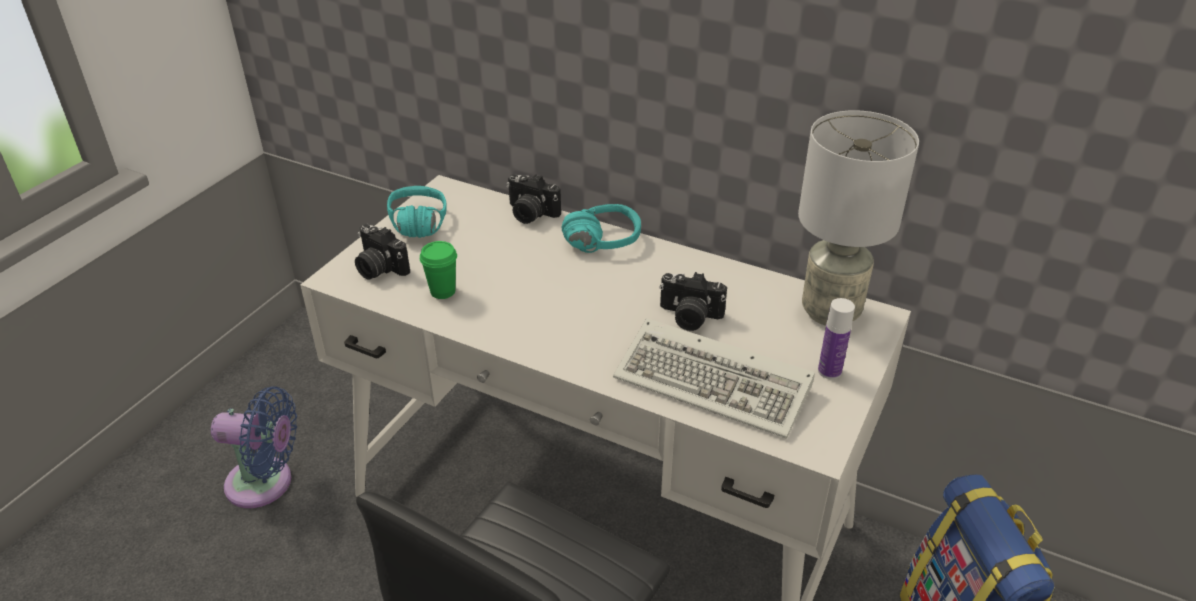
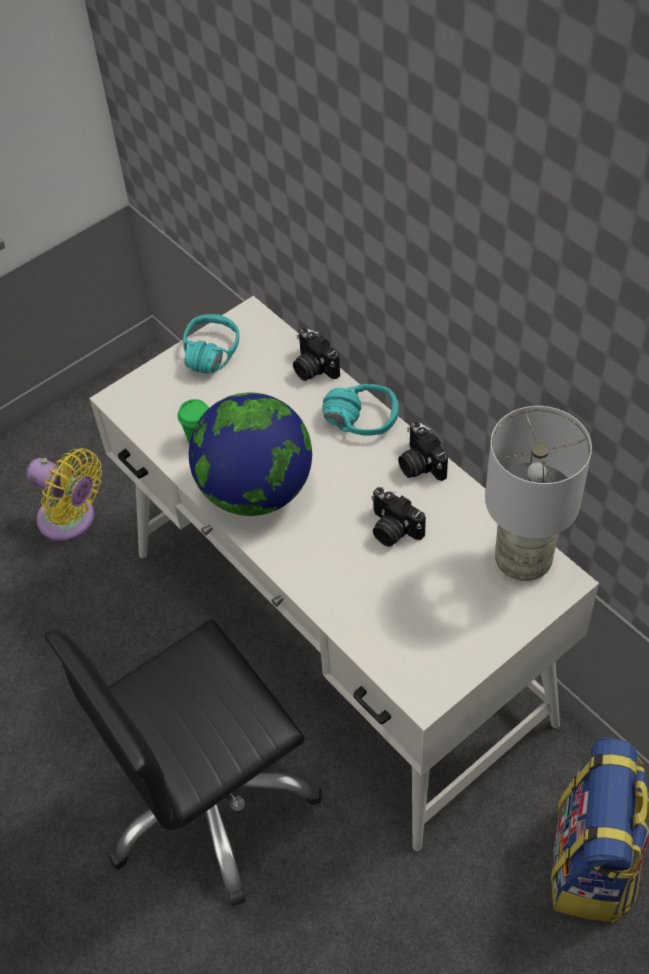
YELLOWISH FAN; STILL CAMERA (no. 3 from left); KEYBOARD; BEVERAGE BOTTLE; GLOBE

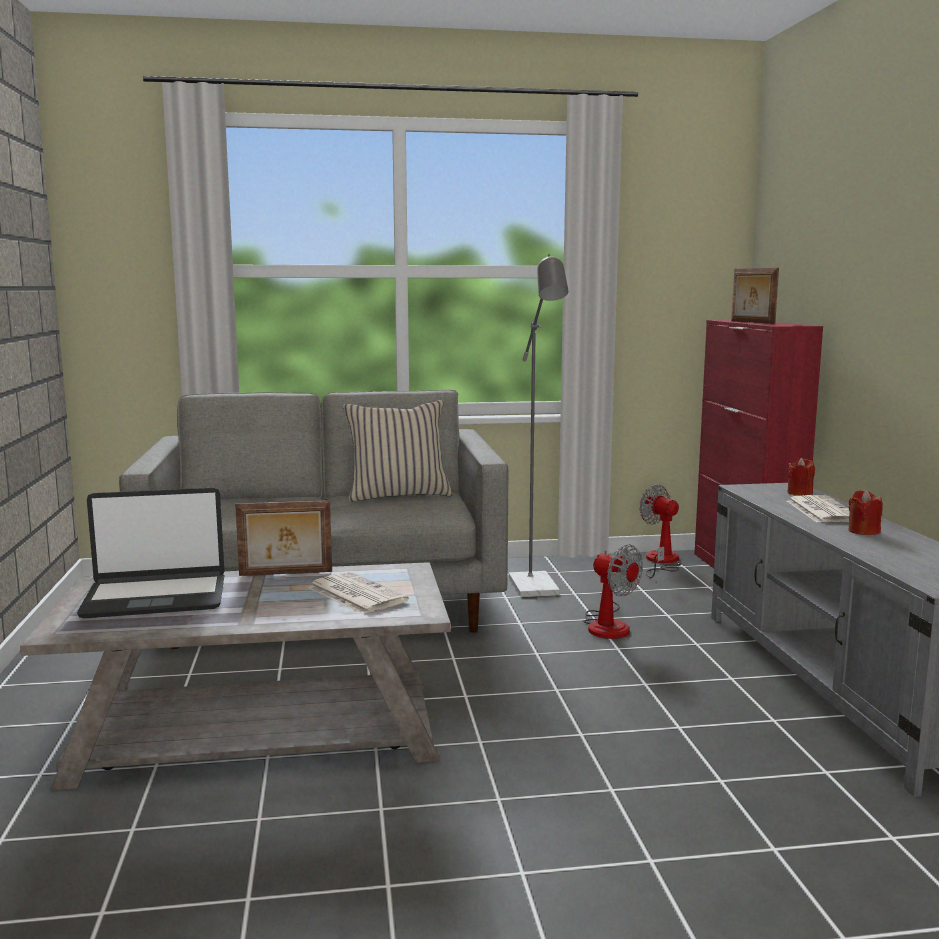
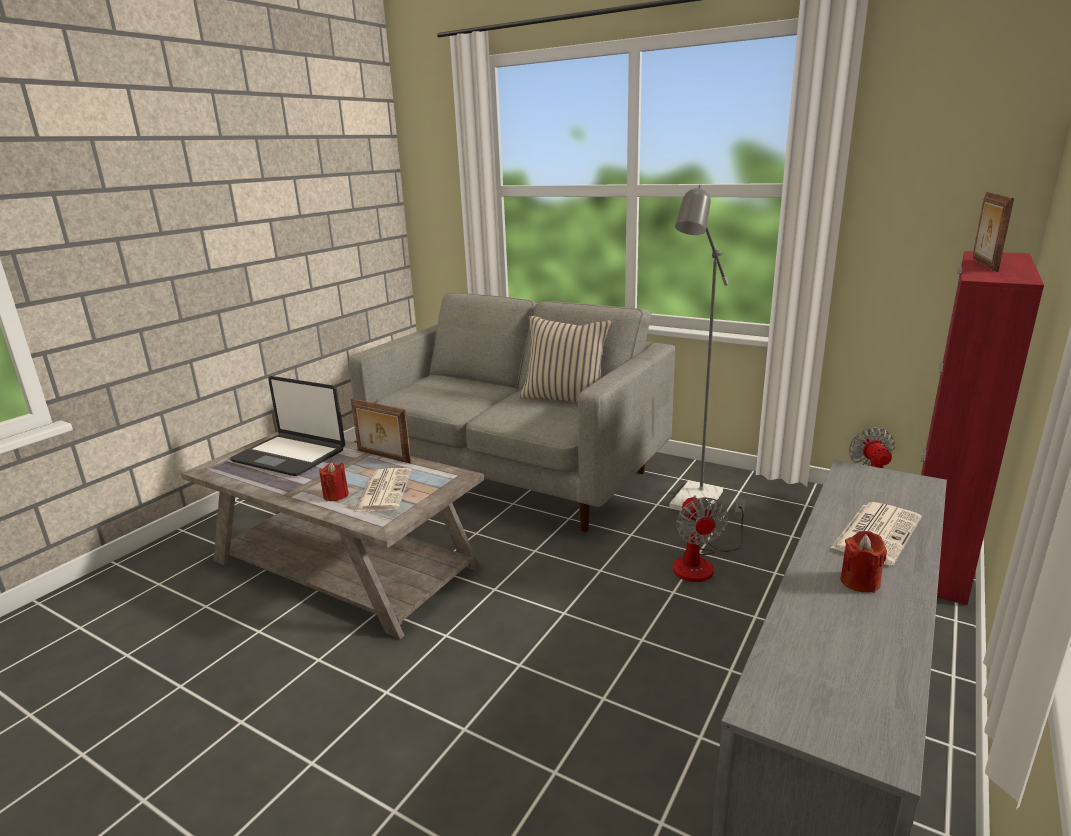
REDDISH WAX CANDLE (no. 1 from left)

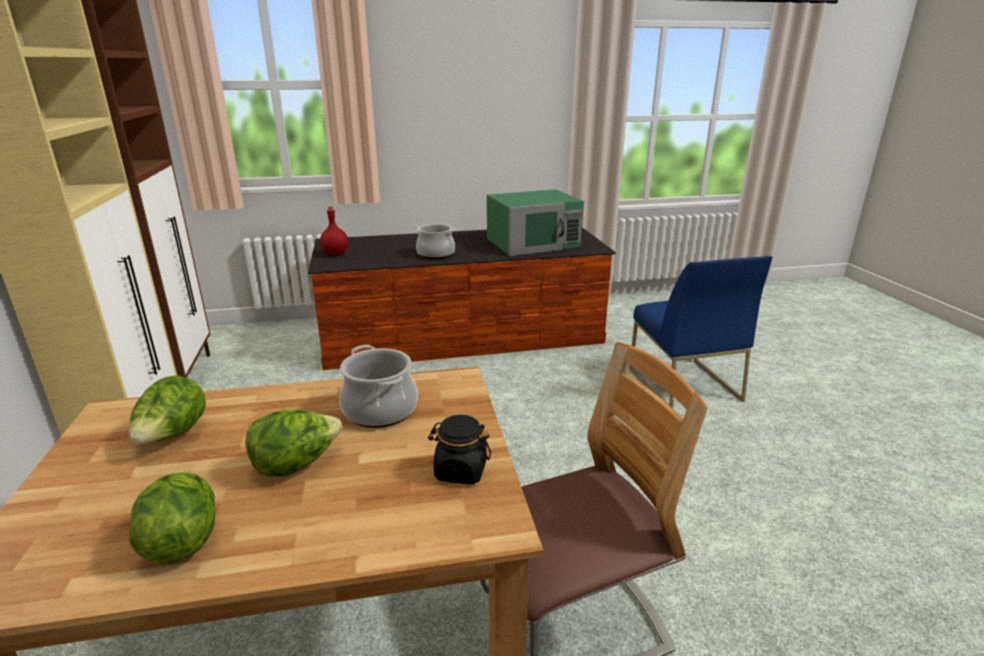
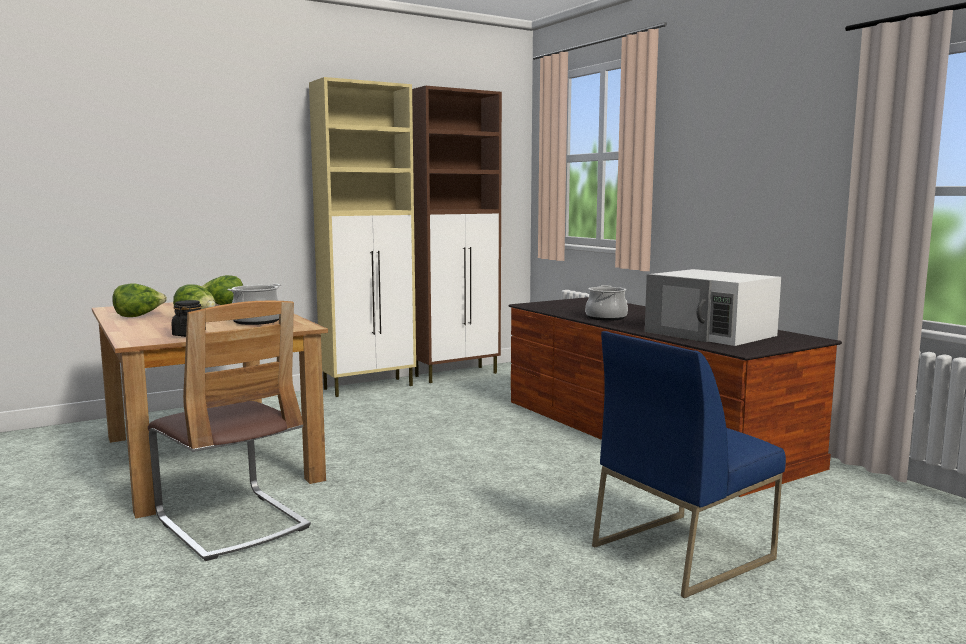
REDDISH BEVERAGE BOTTLE; WHITISH MICROWAVE OVEN

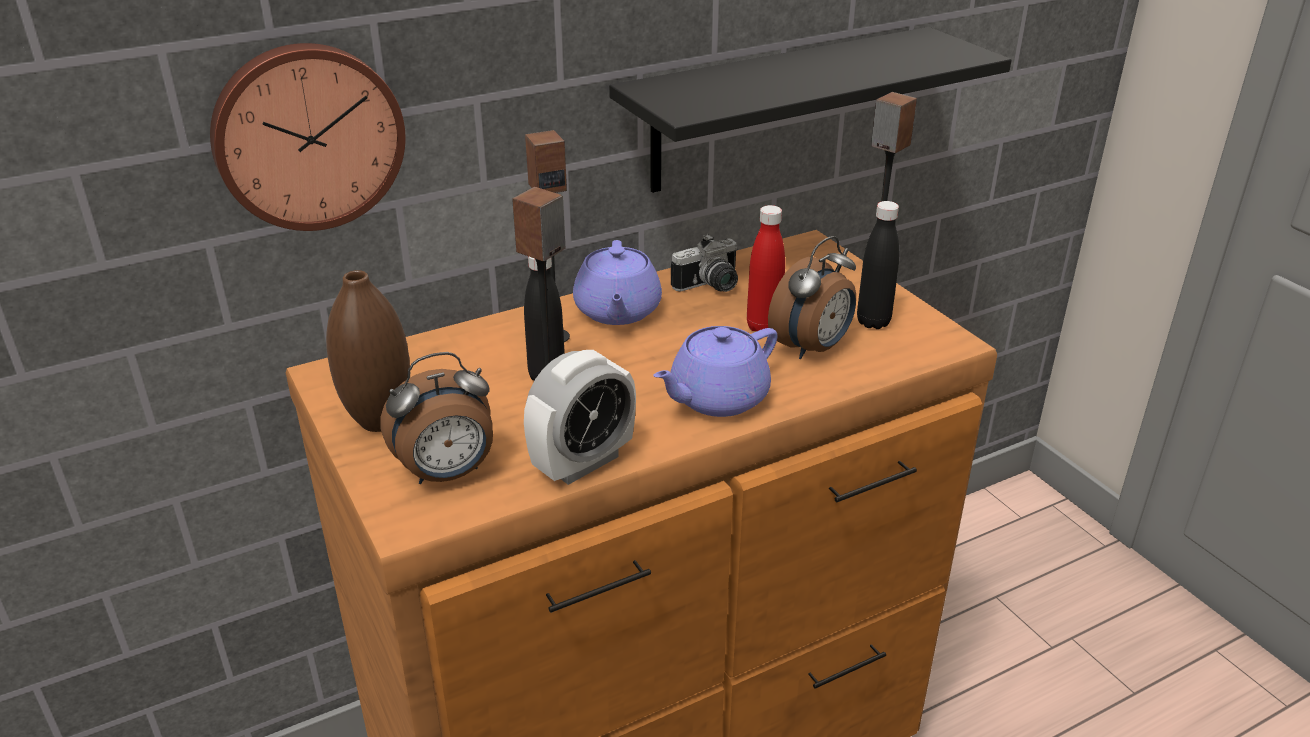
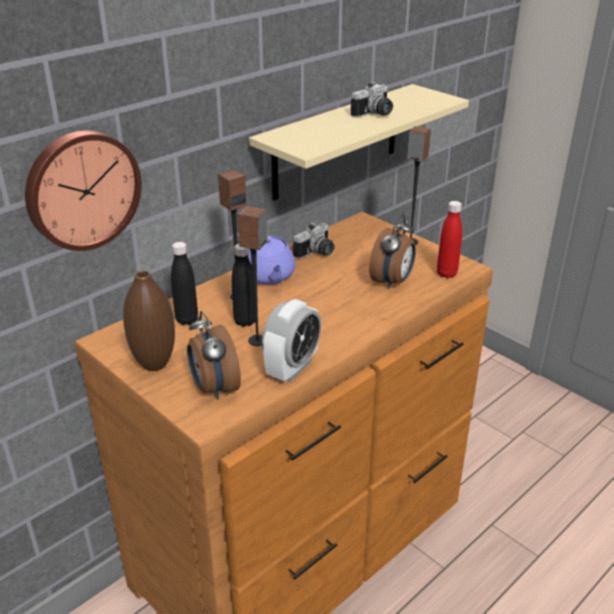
TABLE CLOCK (no. 1 from left); SAND-COLOURED BRACKET SHELF; PURPLE-COLOURED TEAPOT (no. 2 from left in the first image); REDDISH BEVERAGE BOTTLE; BLACK-COLOURED BEVERAGE BOTTLE (no. 1 from left); STILL CAMERA (no. 2 from left)

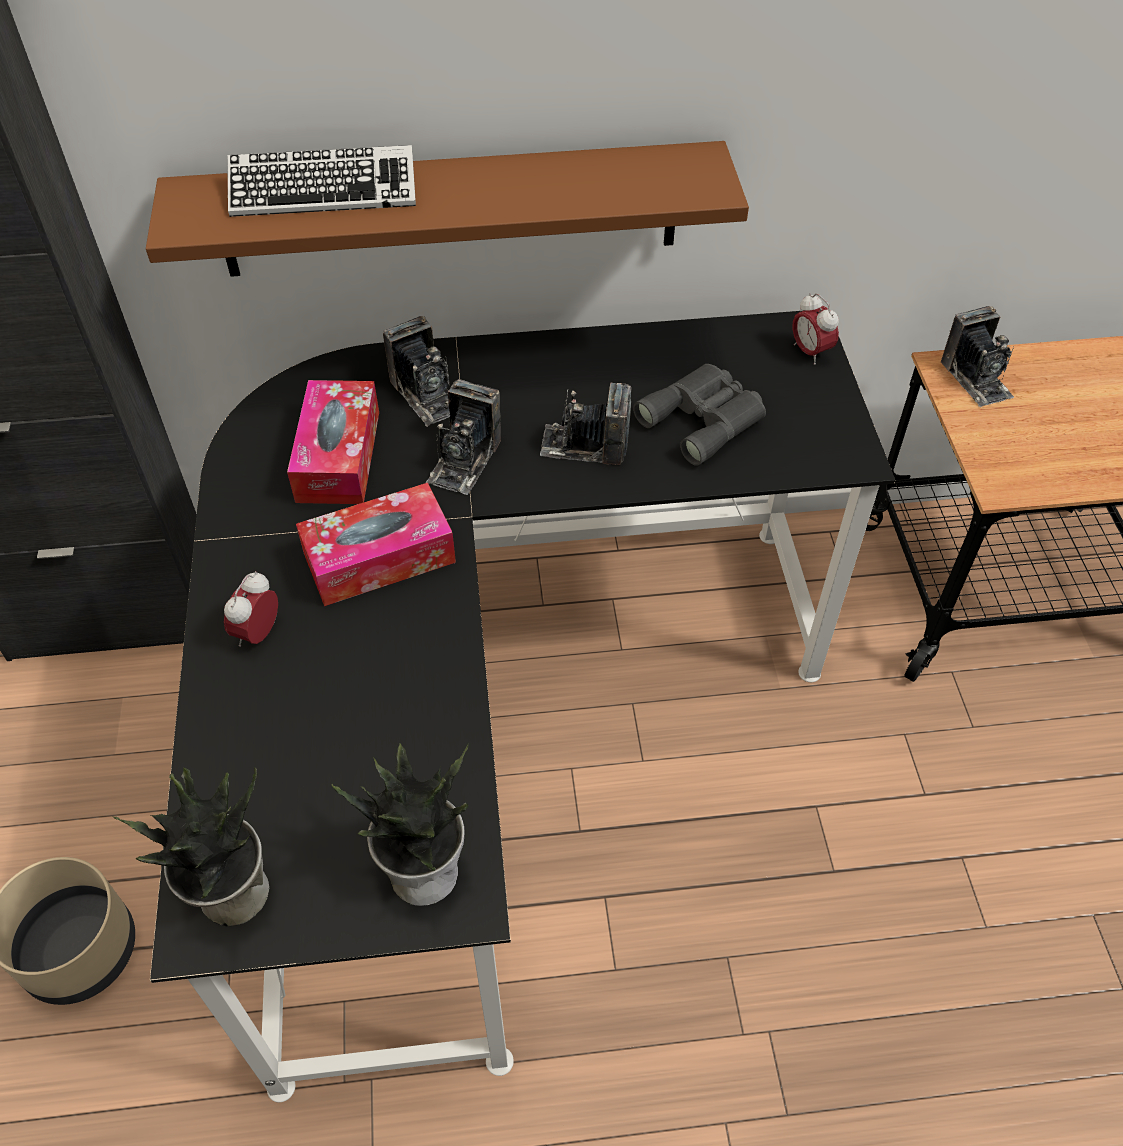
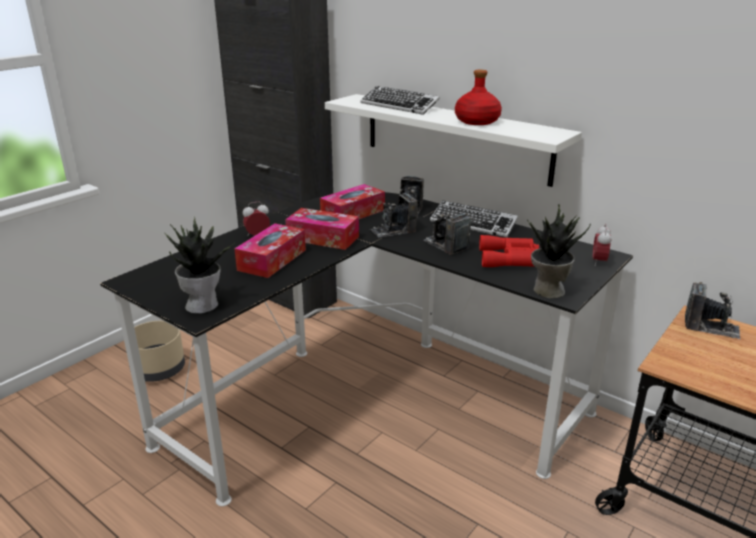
HOUSEPLANT (no. 2 from left); WHITISH BRACKET SHELF; REDDISH PAIR OF BINOCULARS; STILL CAMERA (no. 4 from left); BOX OF TISSUES (no. 1 from left); KEYBOARD (no. 2 from left); REDDISH BEVERAGE BOTTLE

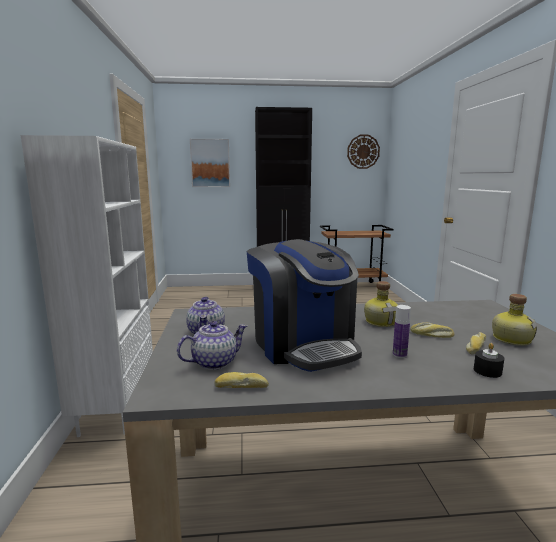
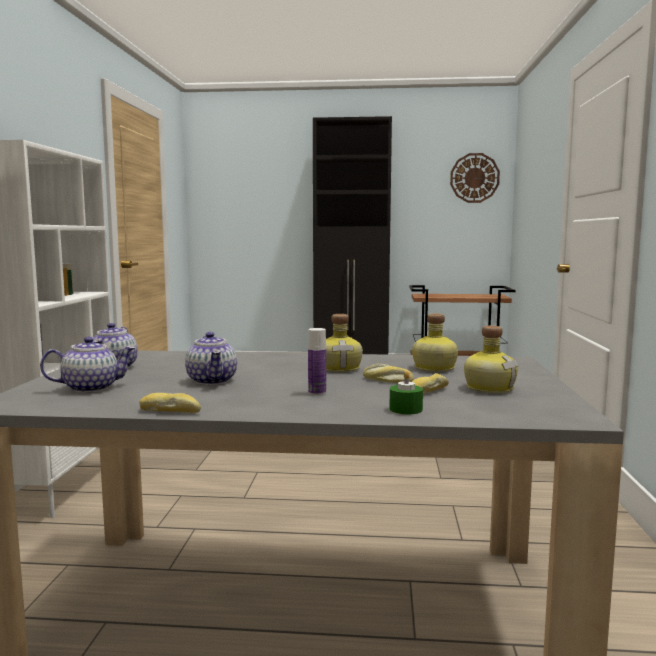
PICTURE; BAKERY BREAD (no. 1 from left); TEAPOT (no. 3 from left); GREEN WAX CANDLE; BEVERAGE BOTTLE (no. 3 from left)

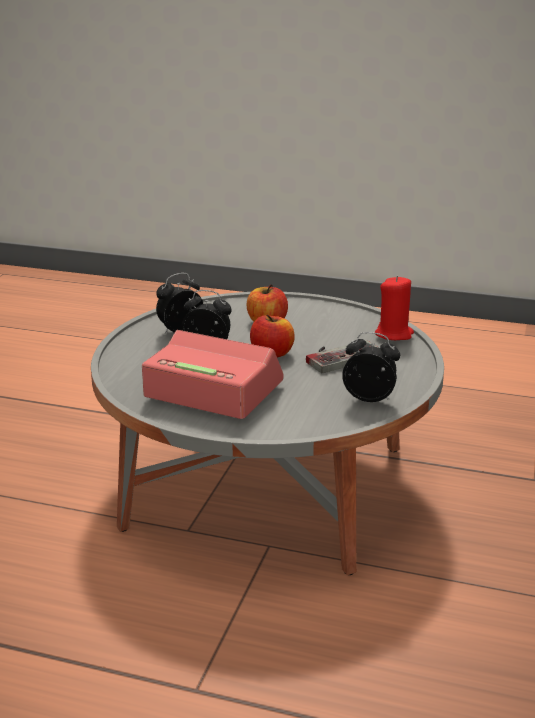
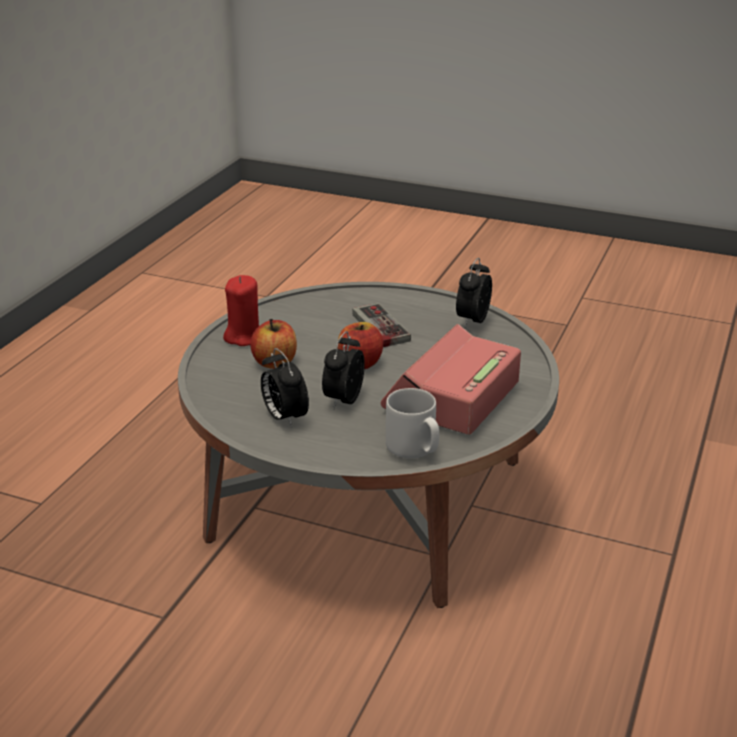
REDDISH WAX CANDLE; GREYISH MUG

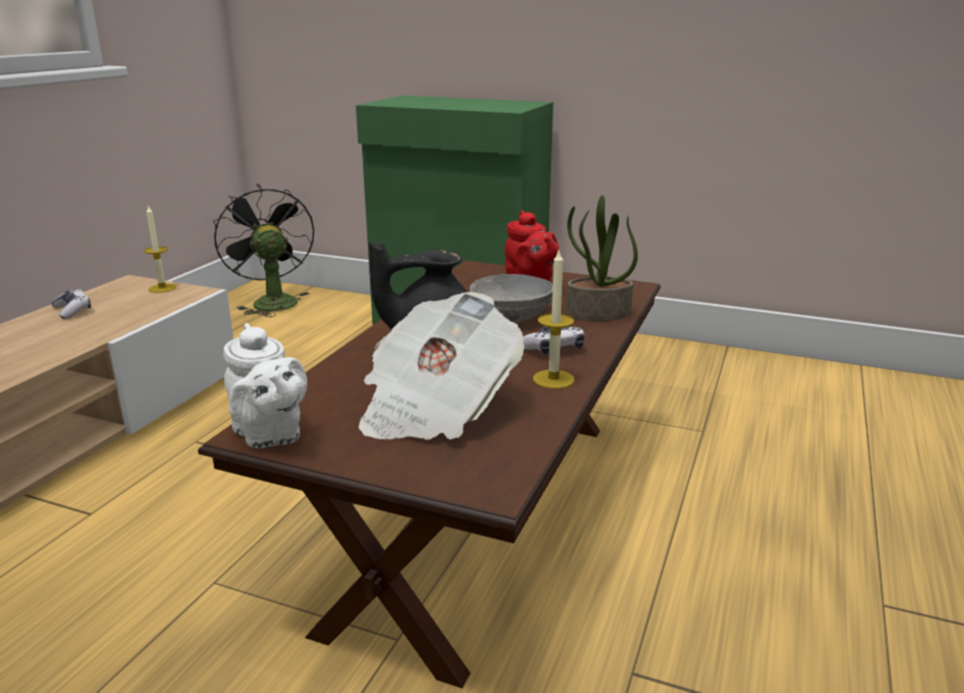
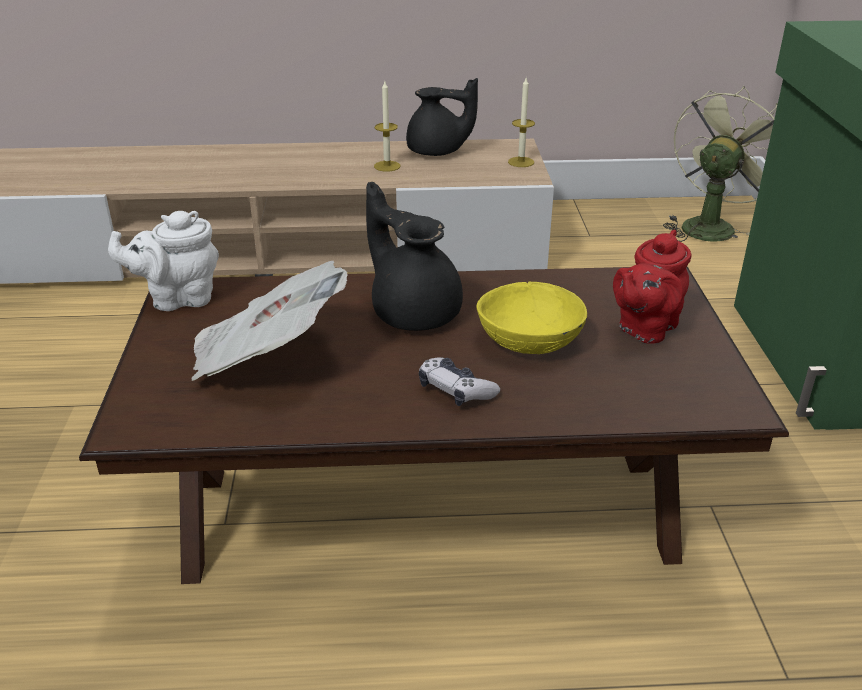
BLACK-COLOURED TEAPOT (no. 2 from left); GREEN FAN; WHITISH TEAPOT; YELLOWISH DEEP DISH; WAX CANDLE (no. 1 from left); HOUSEPLANT

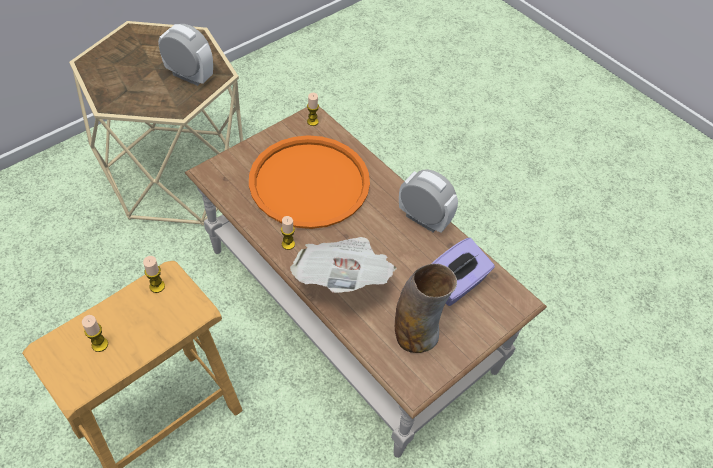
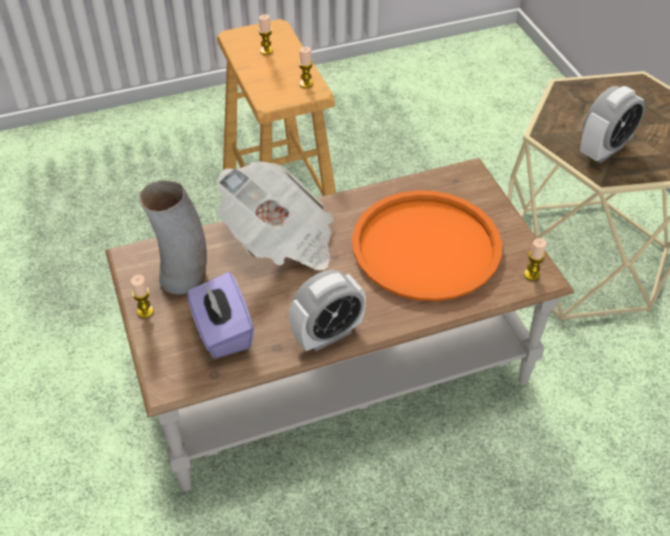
WAX CANDLE (no. 1 from left)

